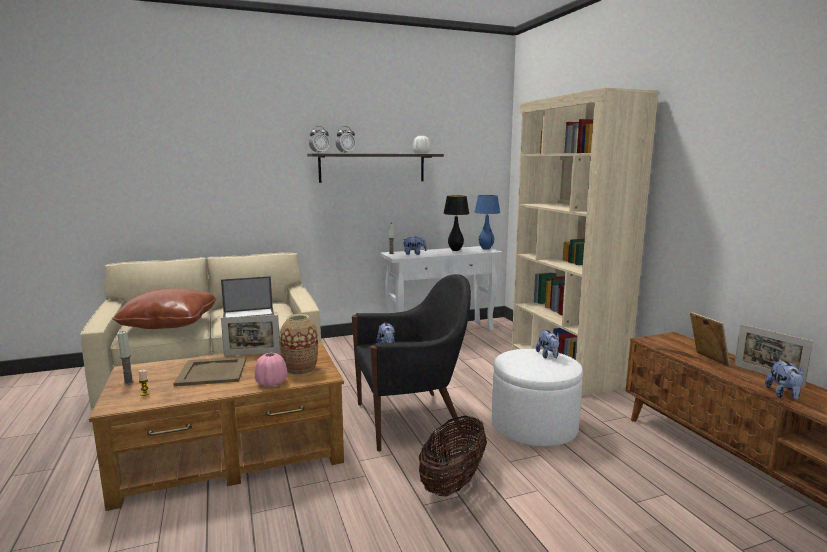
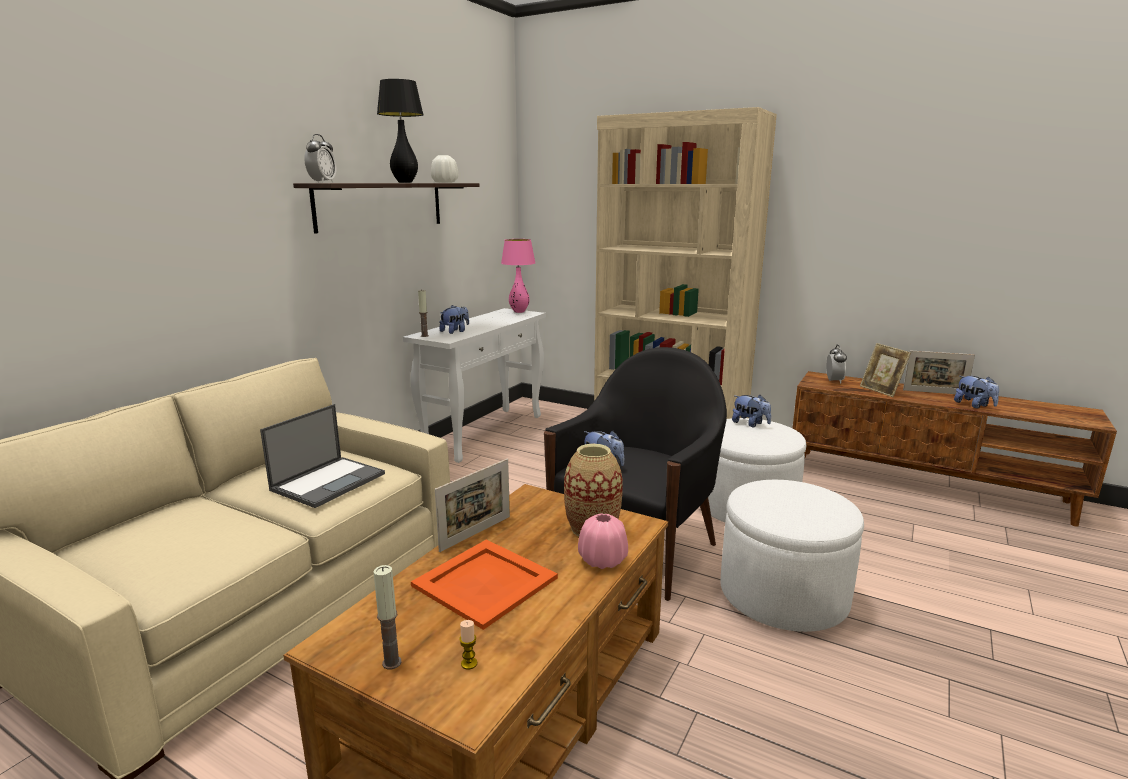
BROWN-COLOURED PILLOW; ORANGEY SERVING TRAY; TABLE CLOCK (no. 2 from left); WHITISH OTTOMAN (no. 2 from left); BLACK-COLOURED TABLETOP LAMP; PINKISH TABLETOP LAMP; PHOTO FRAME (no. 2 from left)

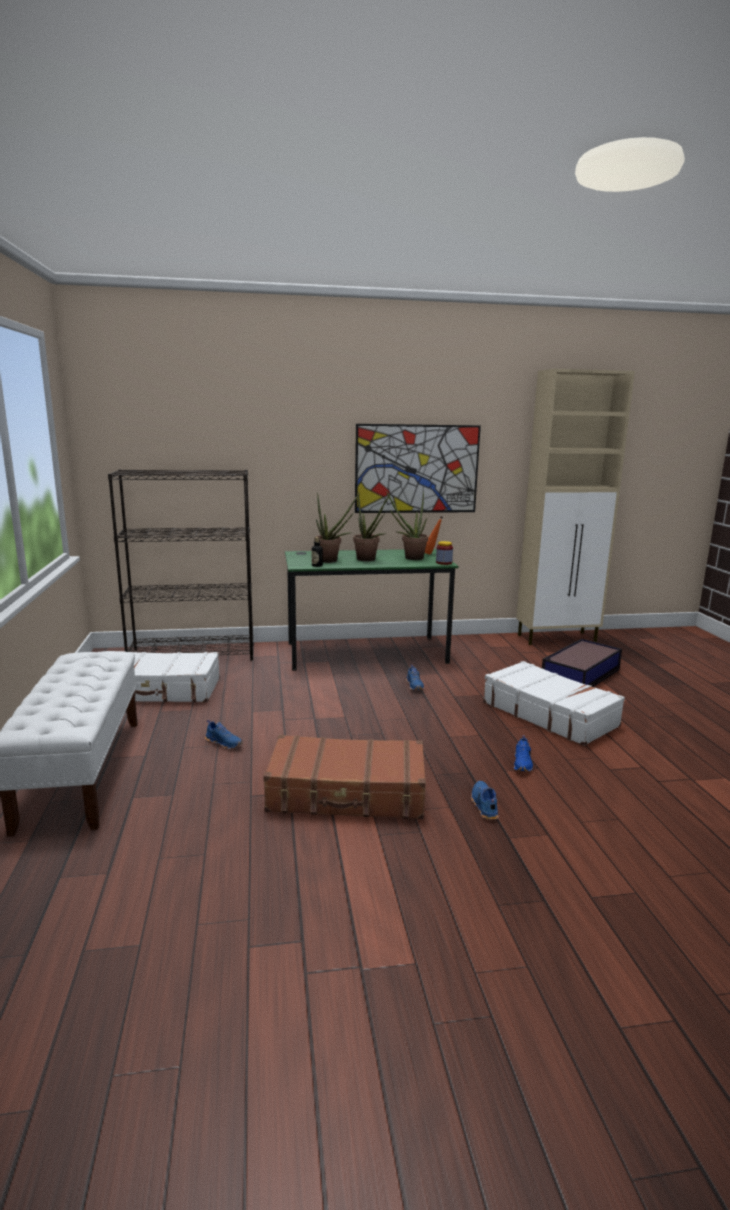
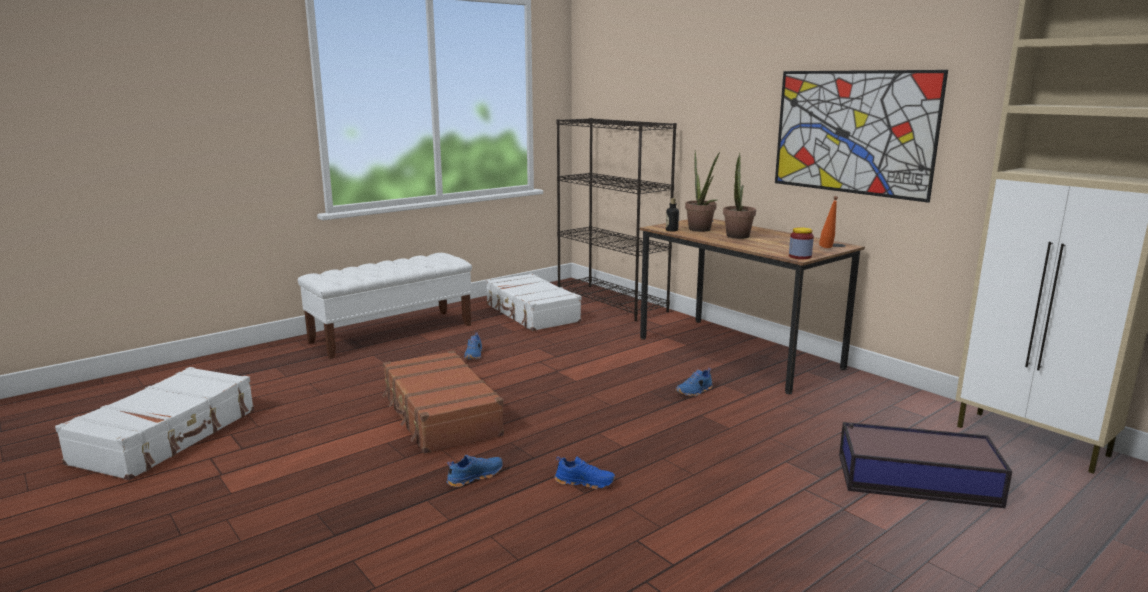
BROWN-COLOURED DESK TABLE; HOUSEPLANT (no. 3 from left in the first image); WHITISH SUITCASE (no. 1 from left); BLUE-COLOURED ITEM OF FOOTWEAR (no. 3 from left)

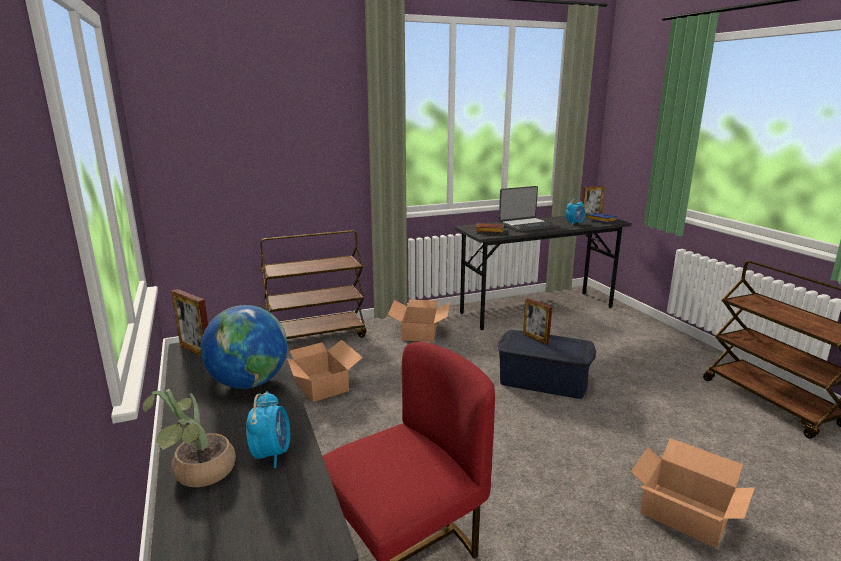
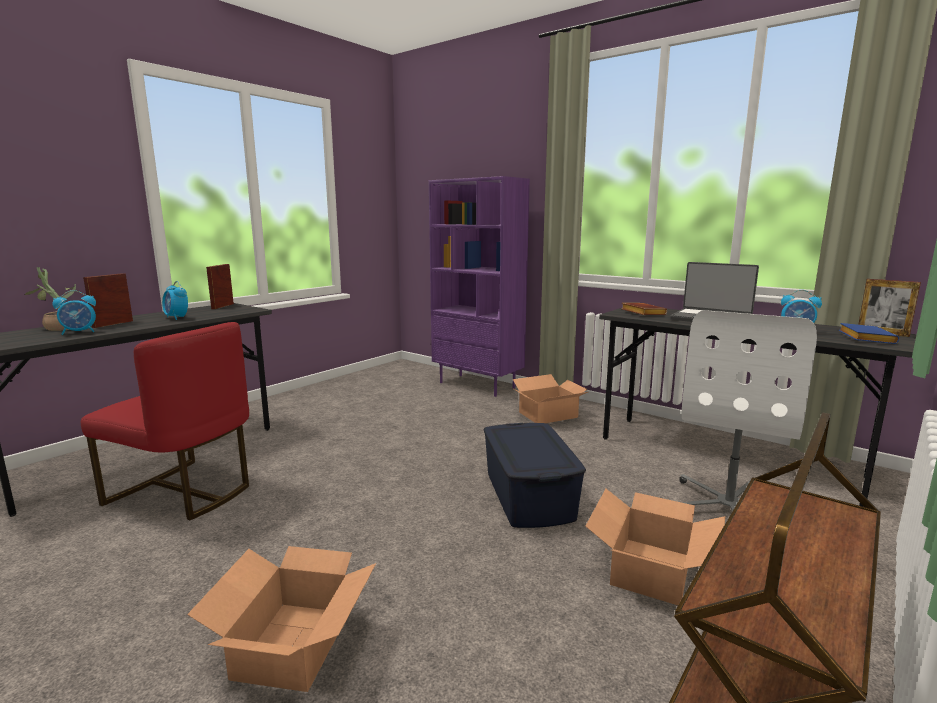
TABLE CLOCK (no. 2 from left); PURPLE-COLOURED BOOKCASE; PACKING BOX (no. 3 from left); PHOTO FRAME (no. 1 from left); WHITISH DESK CHAIR

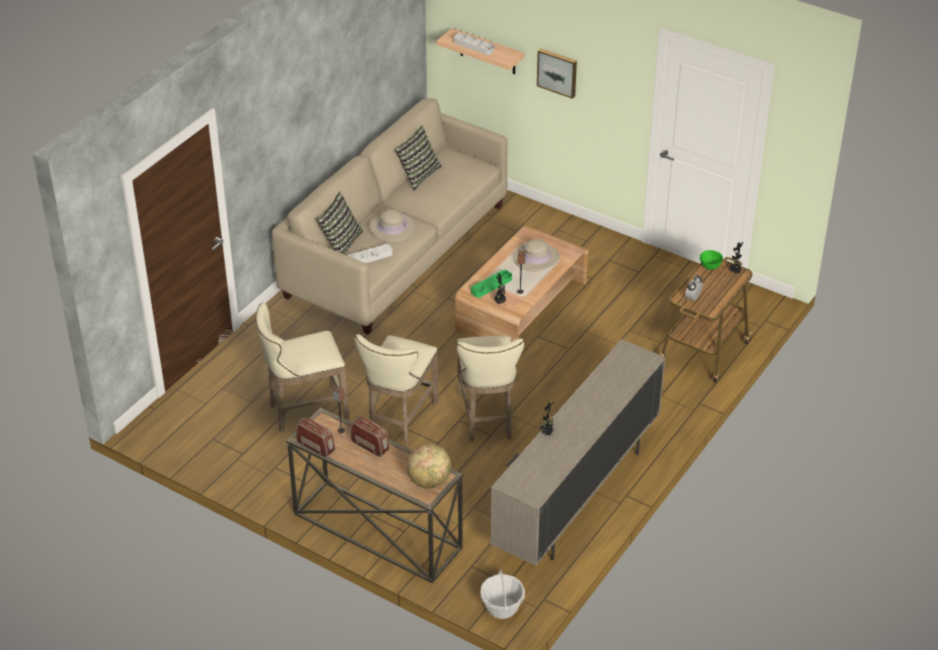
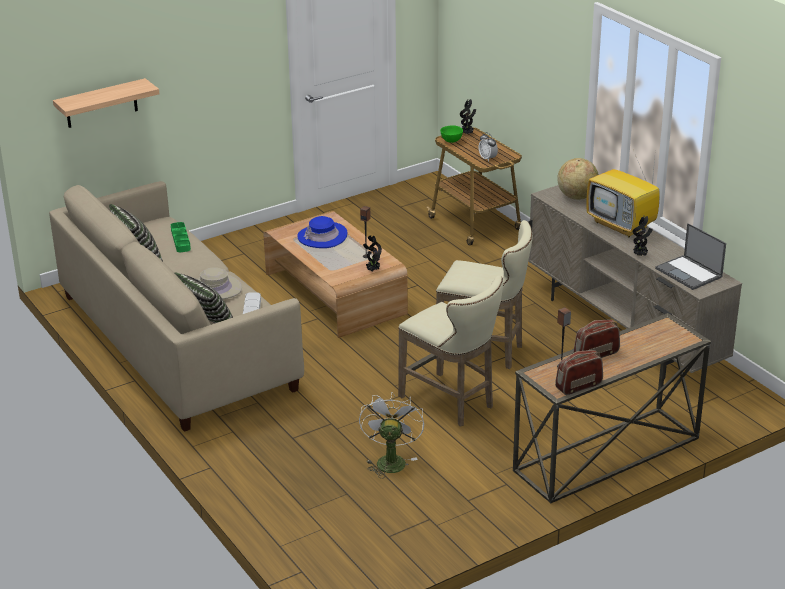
WHITISH FAN; GLOBE; GREYISH SERVING TRAY (no. 2 from left in the first image); GREEN SERVING TRAY; BASKET; BLUE-COLOURED HAT; PICTURE; TV; PORTABLE COMPUTER

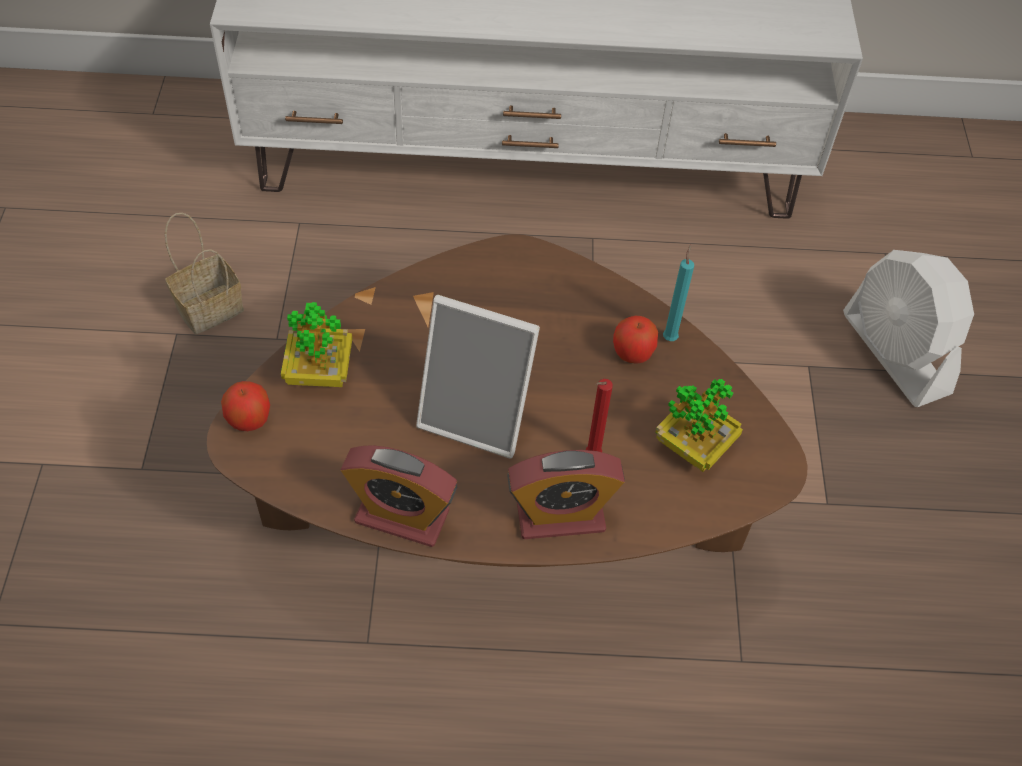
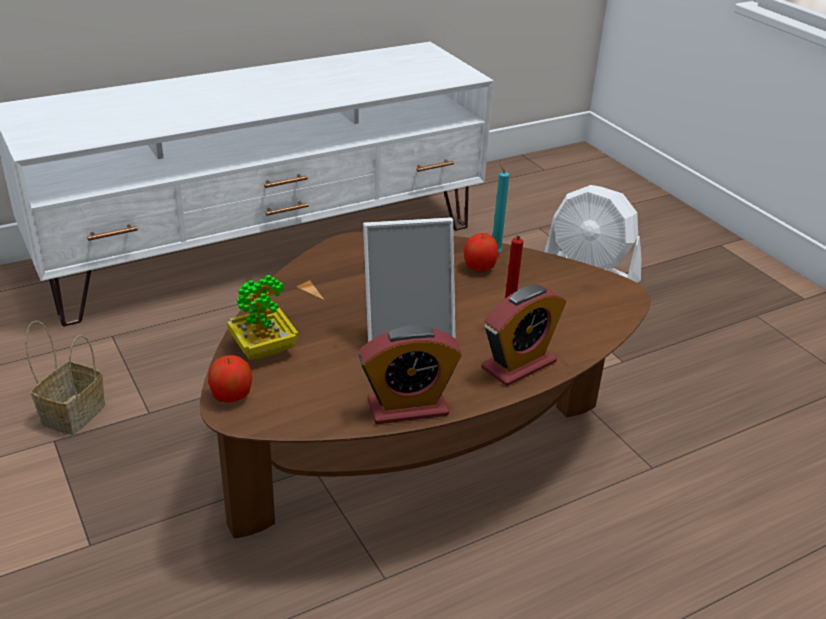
HOUSEPLANT (no. 2 from left in the first image)

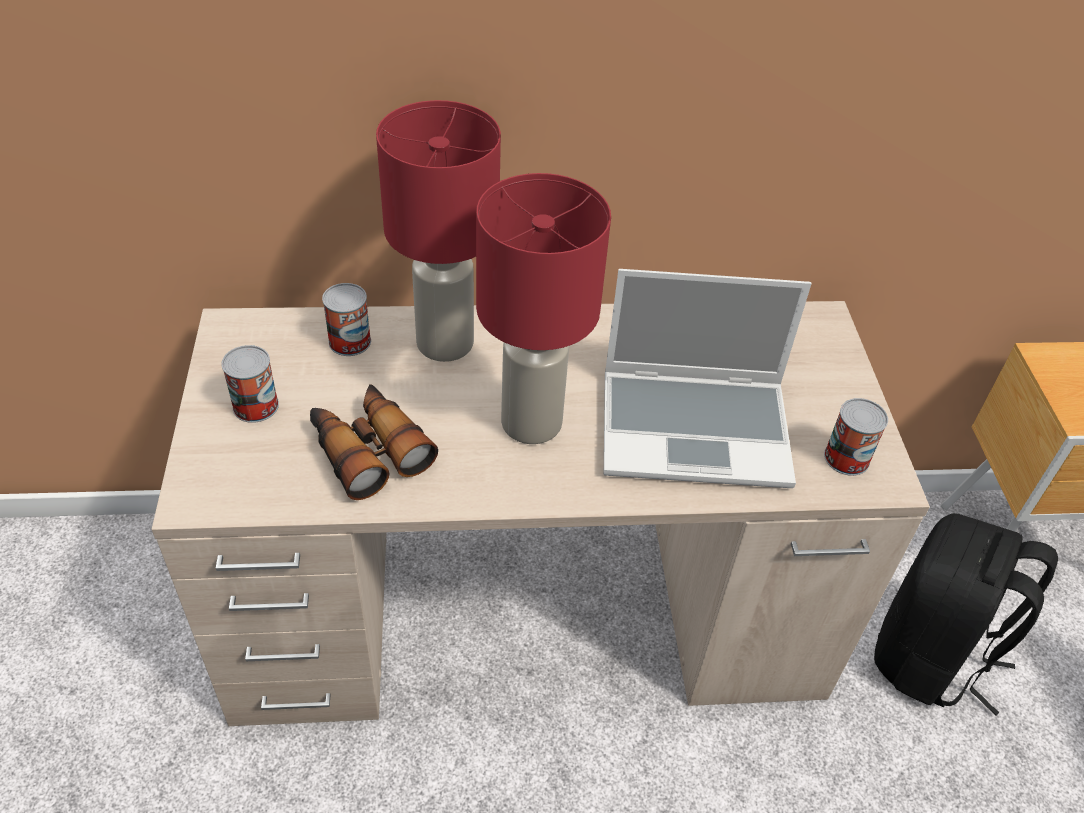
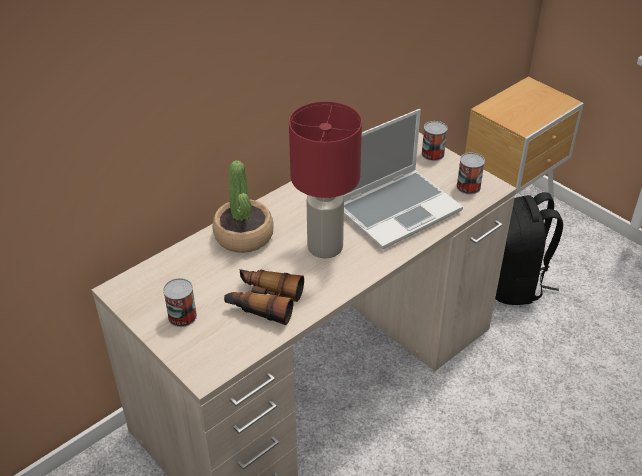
CAN (no. 2 from left); HOUSEPLANT

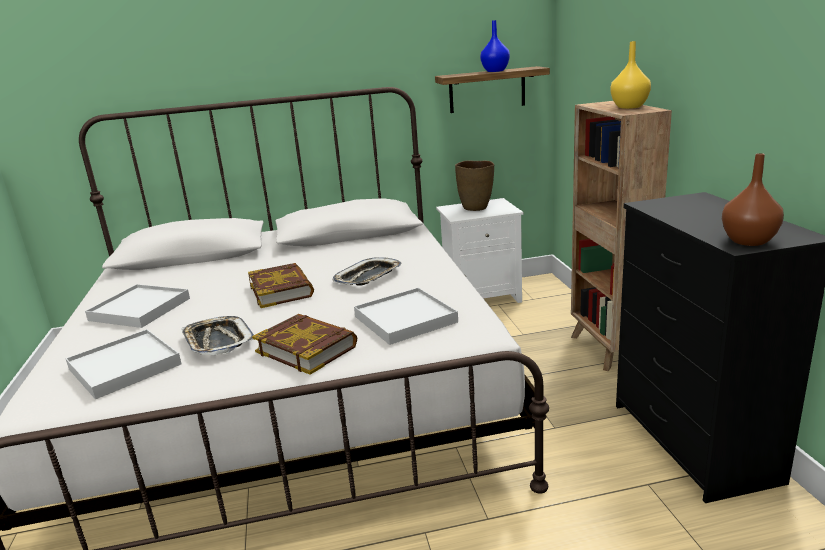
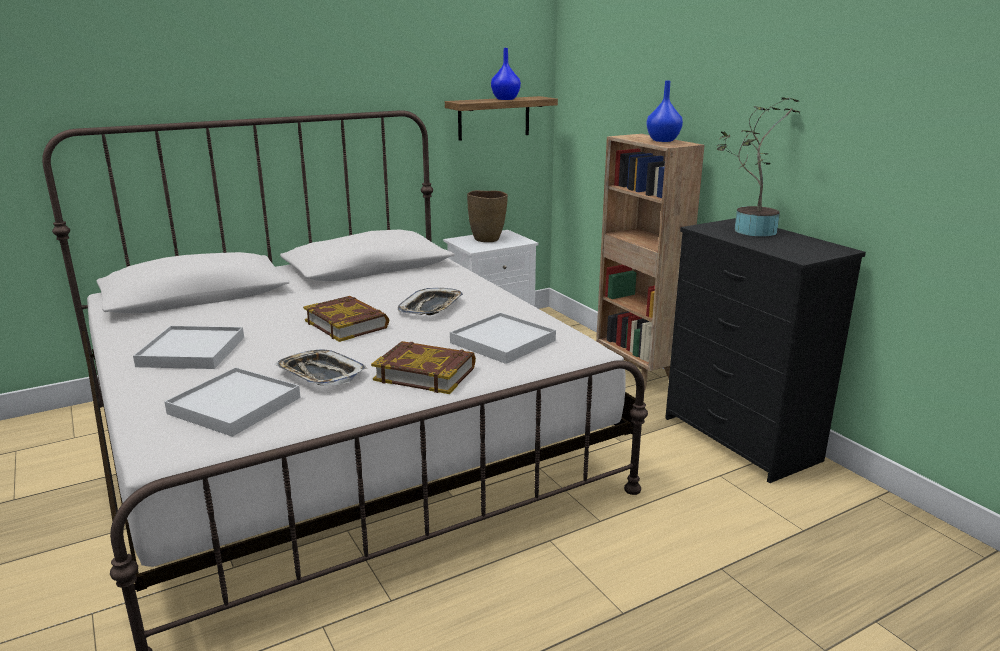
BLUE-COLOURED VASE (no. 2 from left); BROWN-COLOURED VASE (no. 2 from left in the first image); HOUSEPLANT

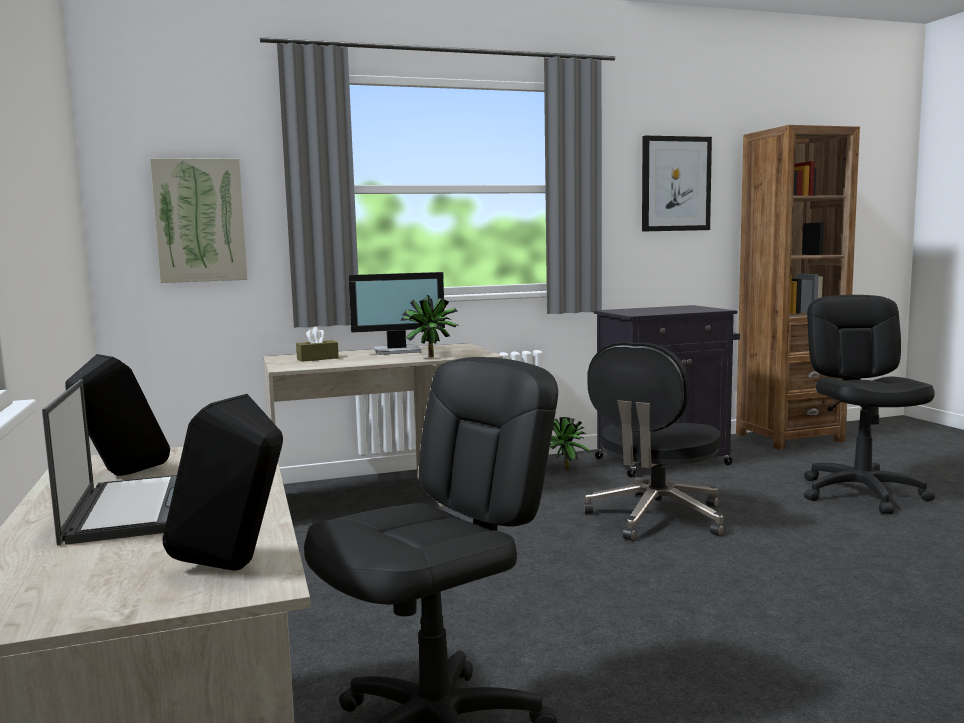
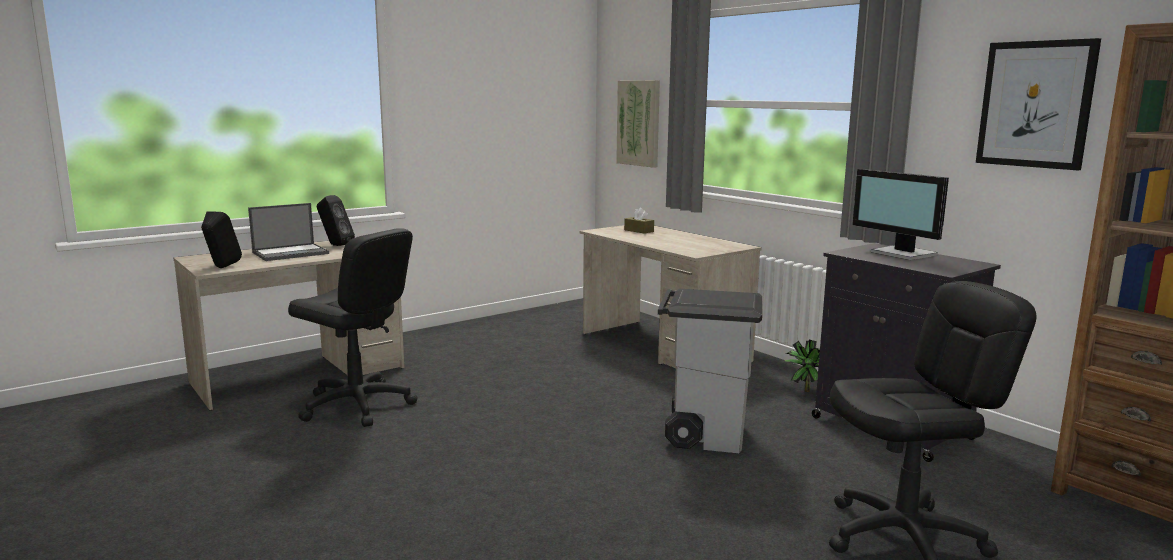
MONITOR; HOUSEPLANT (no. 1 from left in the first image); GREYISH WASTE BIN

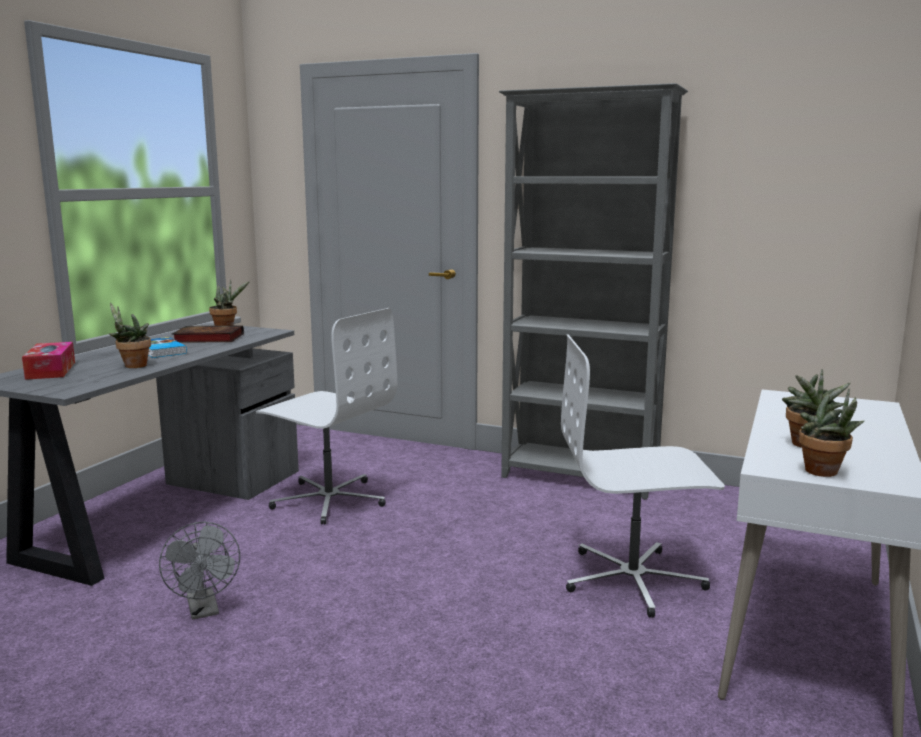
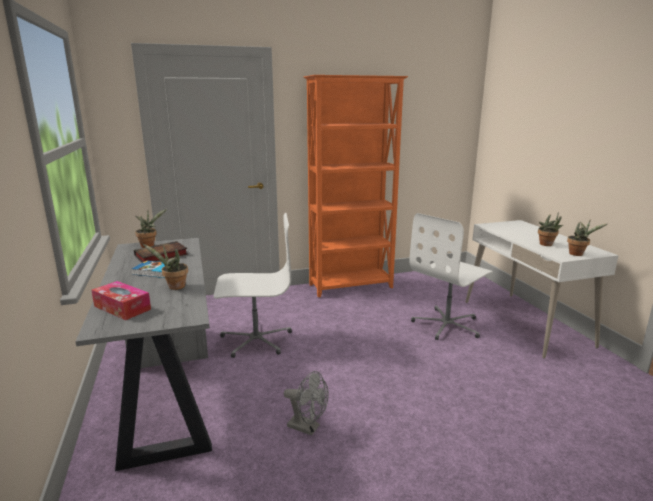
ORANGEY BOOKCASE

